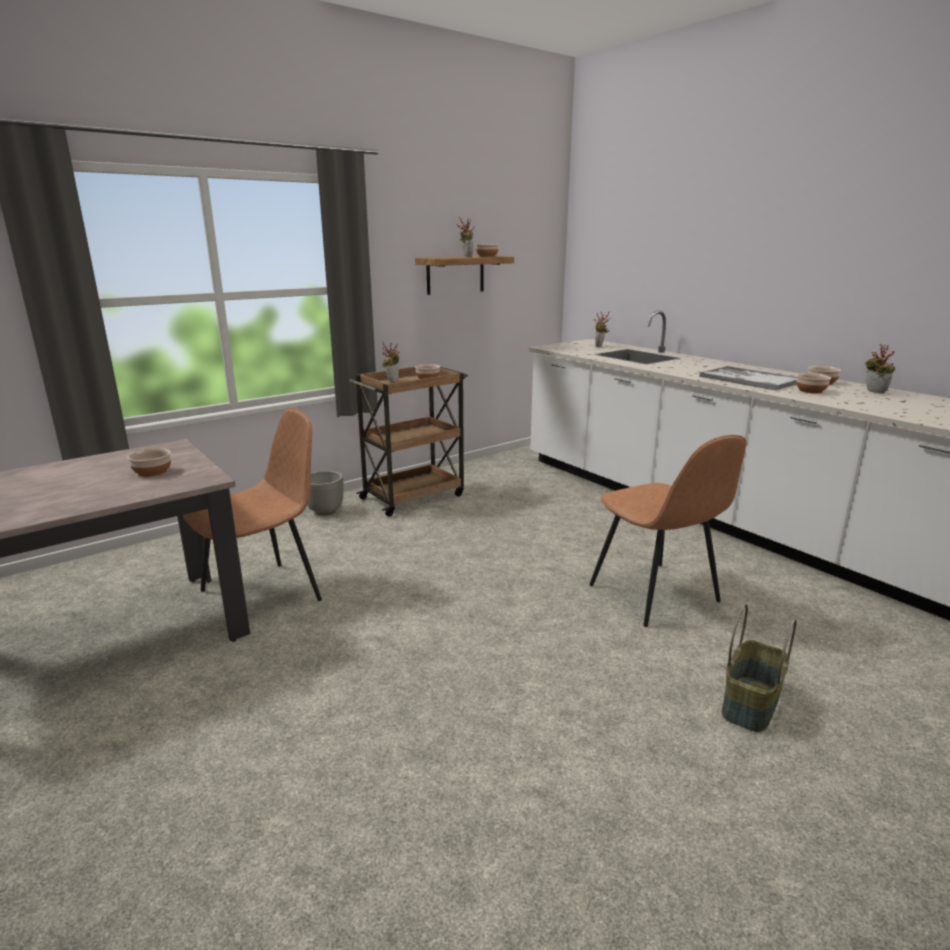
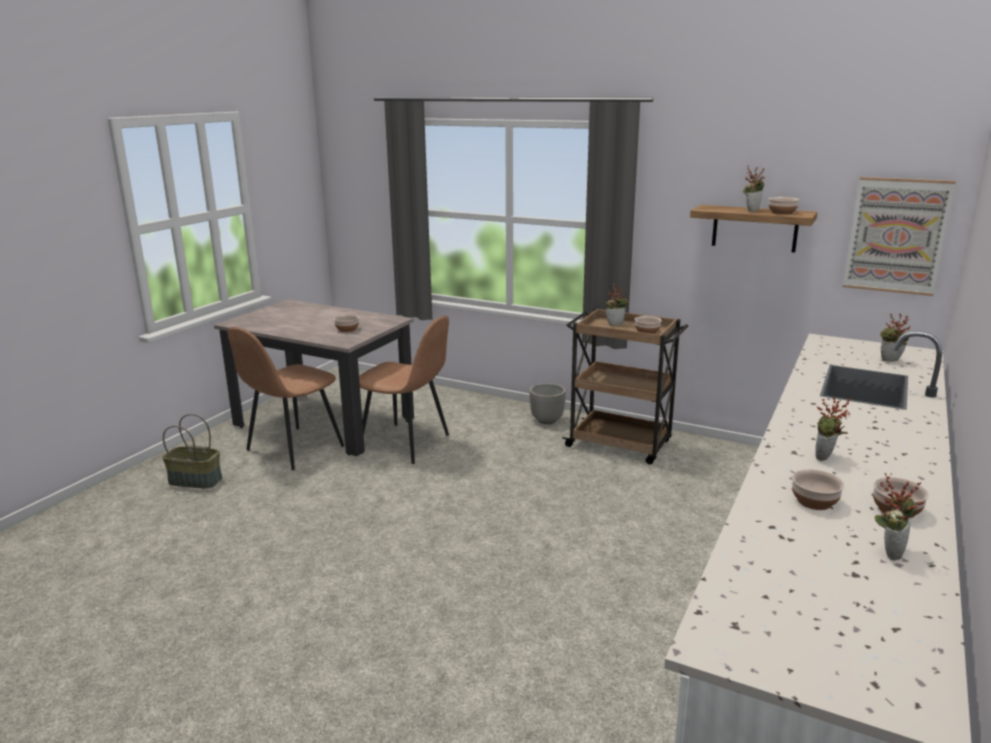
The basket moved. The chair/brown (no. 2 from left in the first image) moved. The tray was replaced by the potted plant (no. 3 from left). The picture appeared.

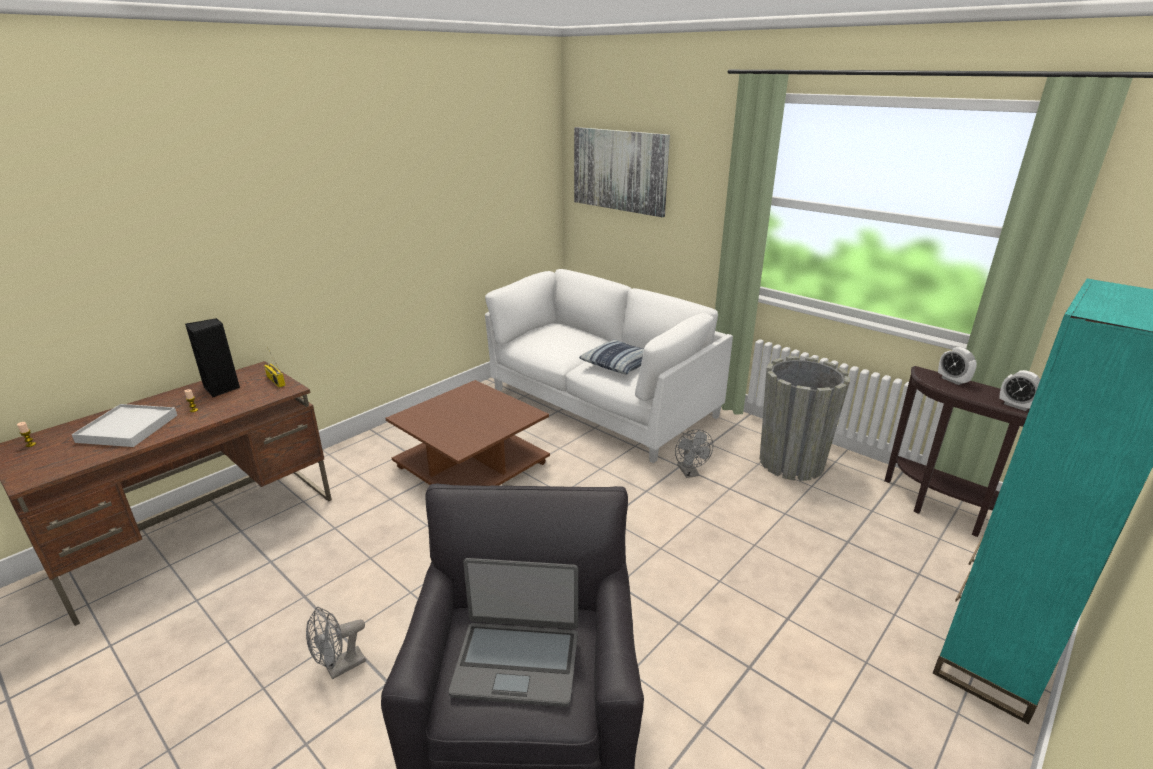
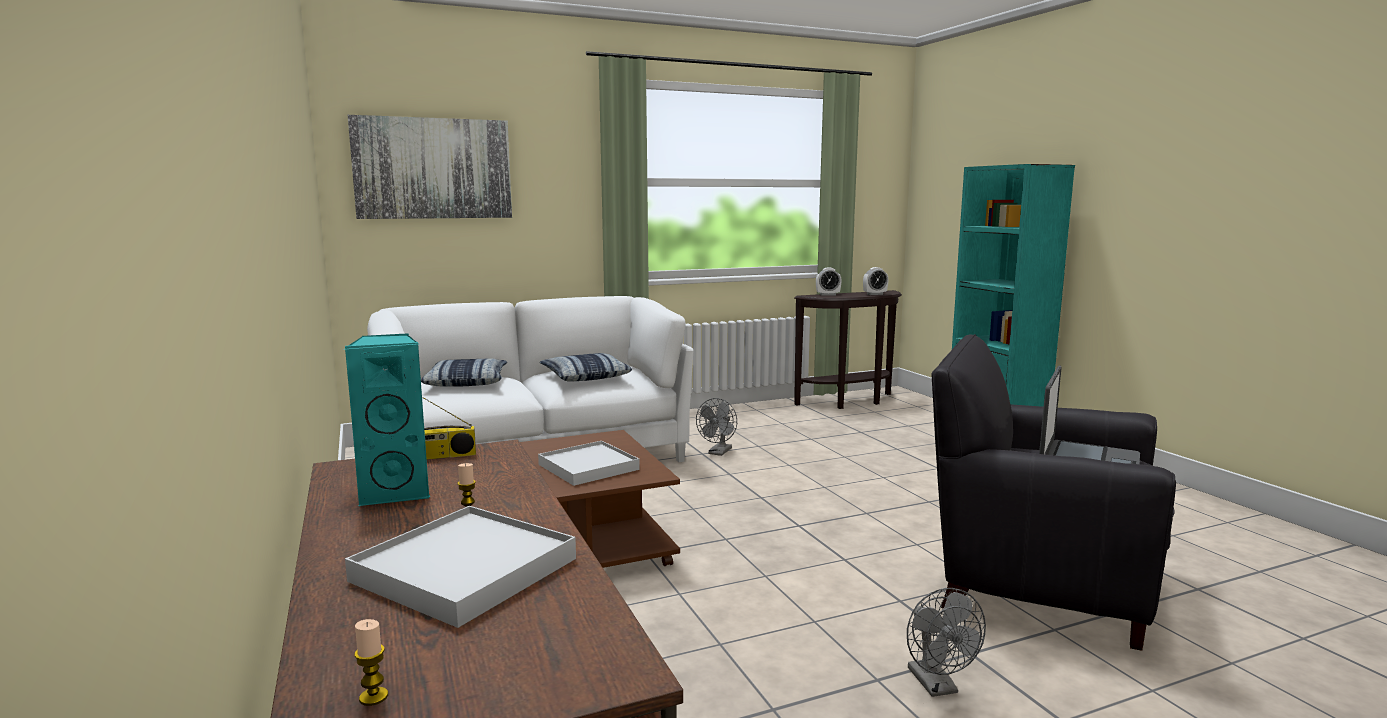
The speaker/black became the speaker/turquoise. The pillow (no. 1 from left) appeared. The tray/white (no. 2 from left) appeared. The fan/grey (no. 2 from left in the first image) turned 105 degrees clockwise. The planter/grey disappeared.

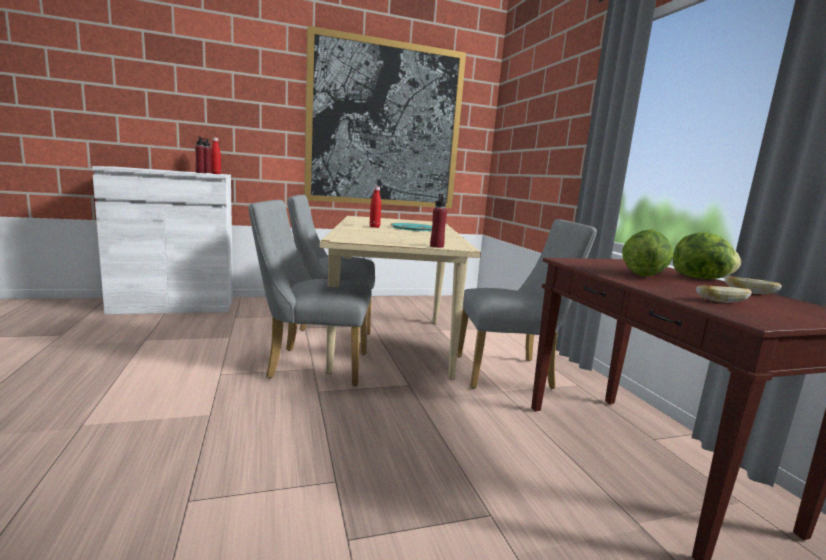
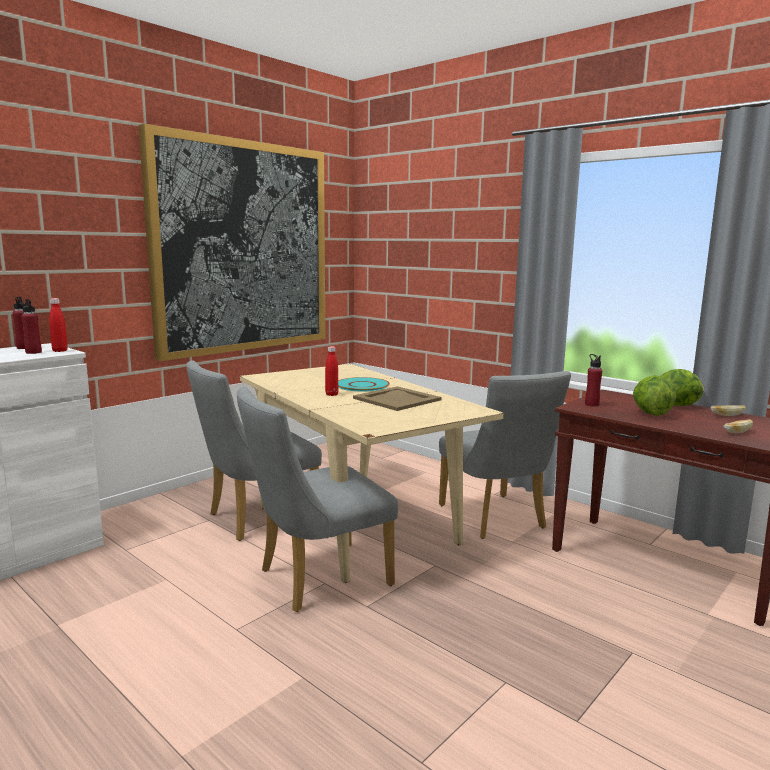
The tray/beige appeared. The chair/grey (no. 3 from left) turned 105 degrees clockwise. The bottle/red (no. 5 from left) moved.

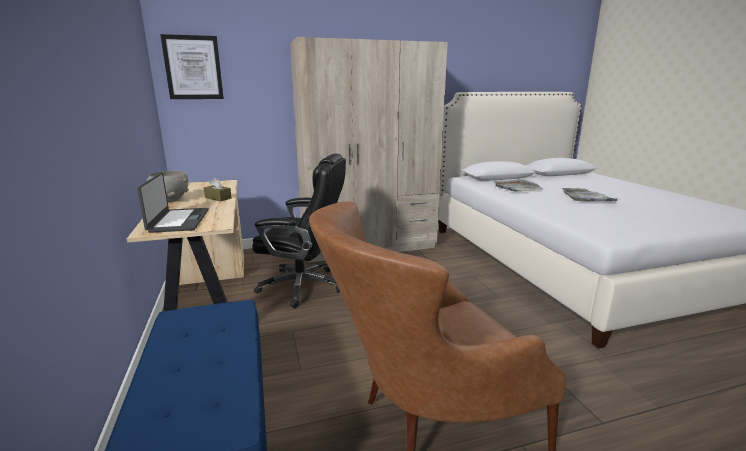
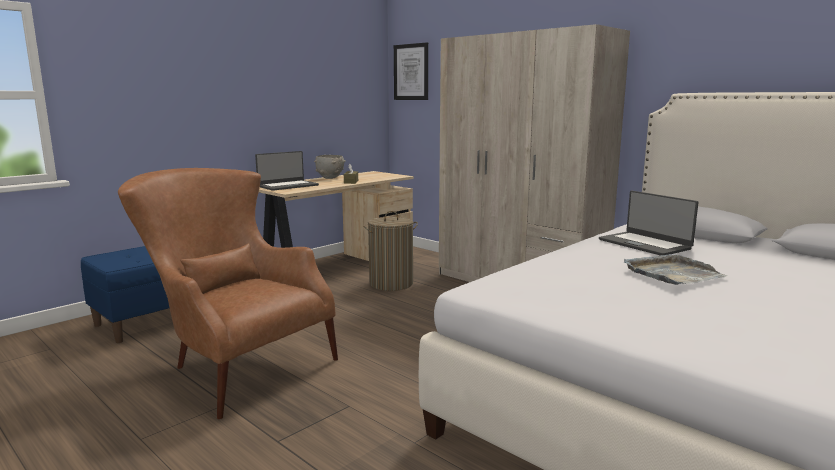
The office chair/black was replaced by the laundry basket. The tray/grey (no. 1 from left) was replaced by the laptop (no. 2 from left).

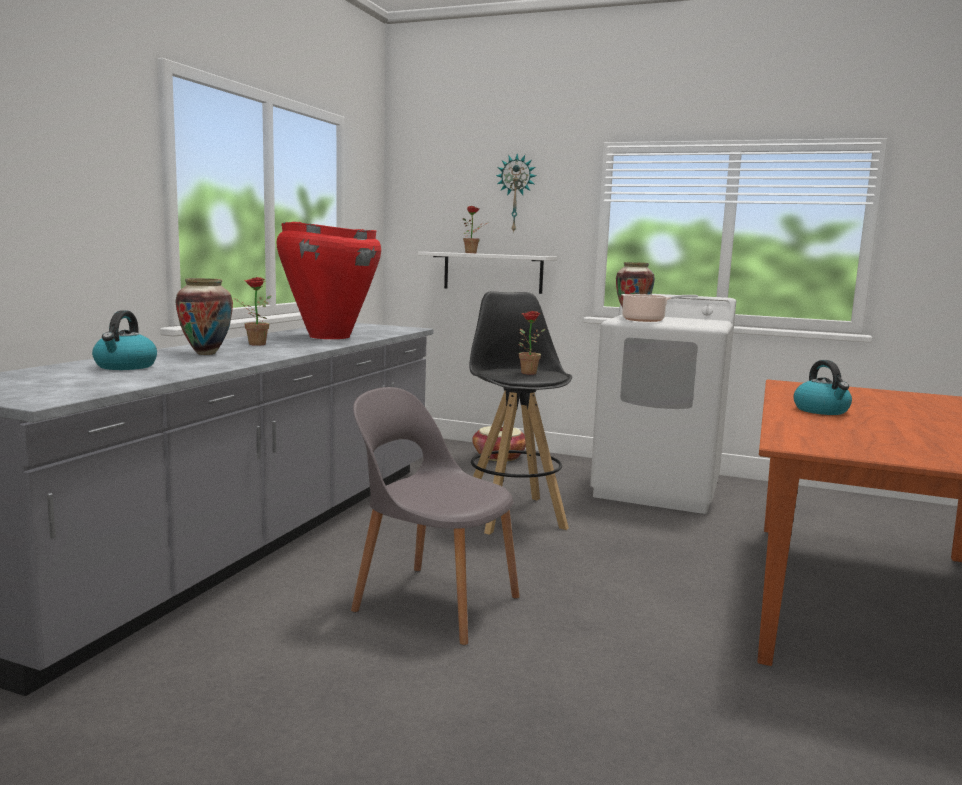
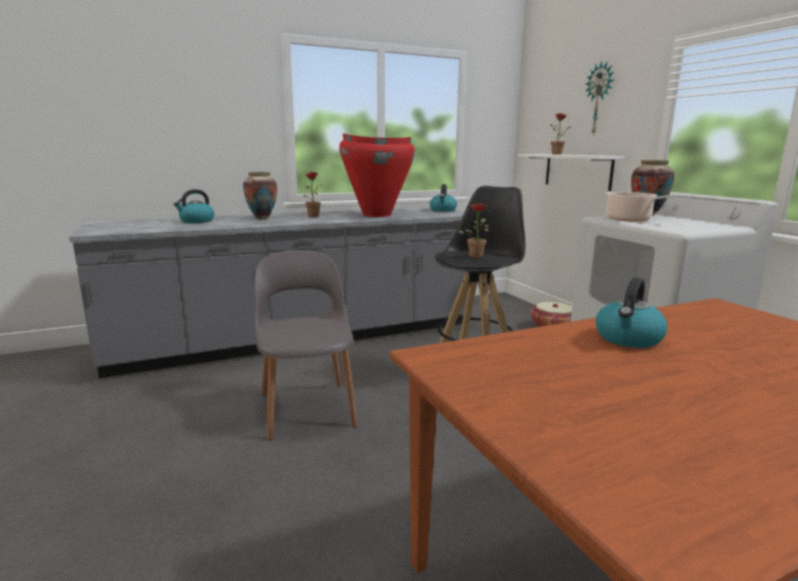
The kettle (no. 2 from left) appeared.

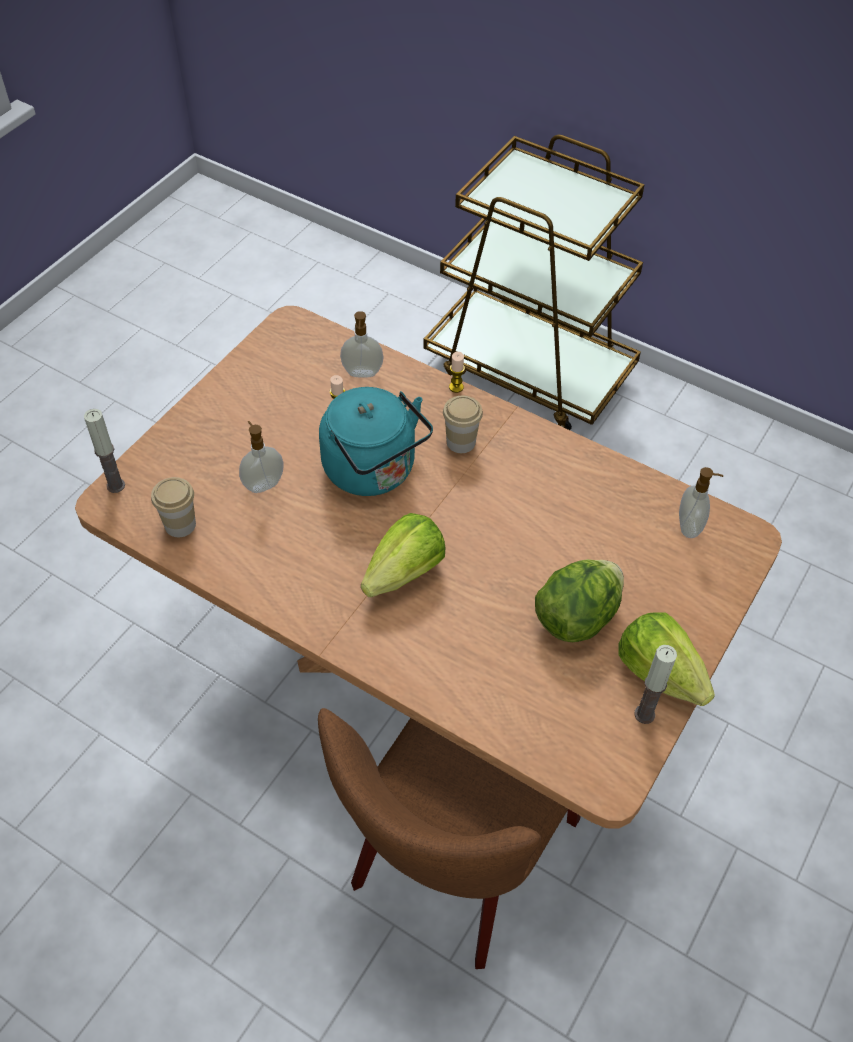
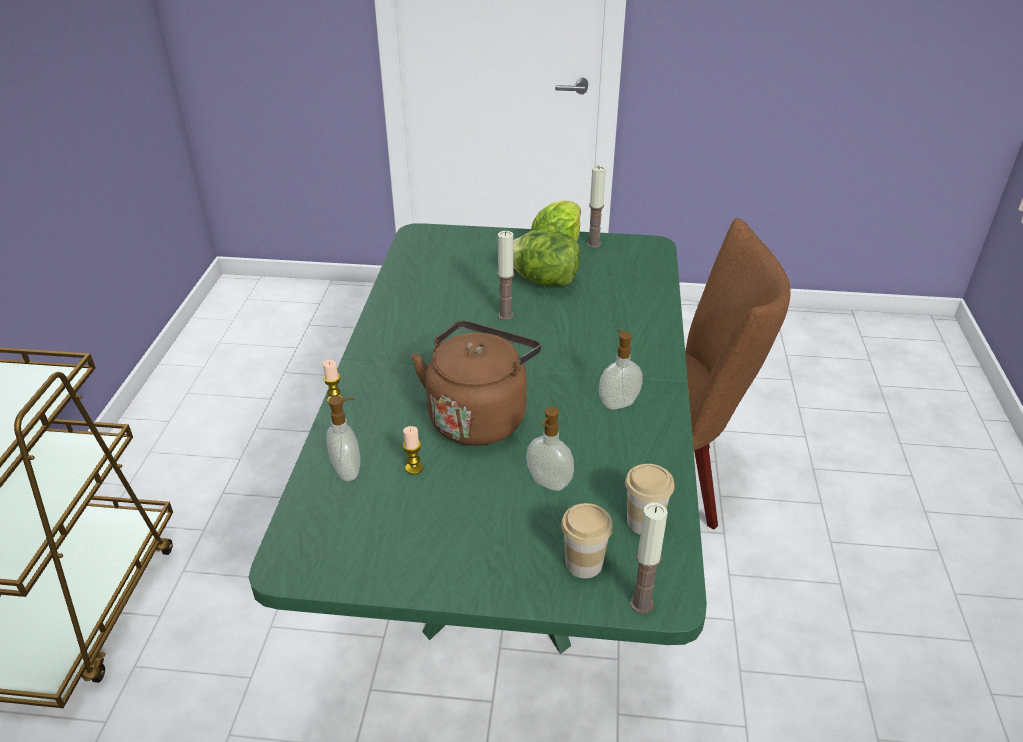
The dining table/brown became the dining table/green. The kettle/turquoise became the kettle/brown. The candle (no. 3 from left) appeared. The cup (no. 2 from left in the first image) moved. The soap dispenser (no. 3 from left) moved. The lettuce (no. 1 from left) disappeared.

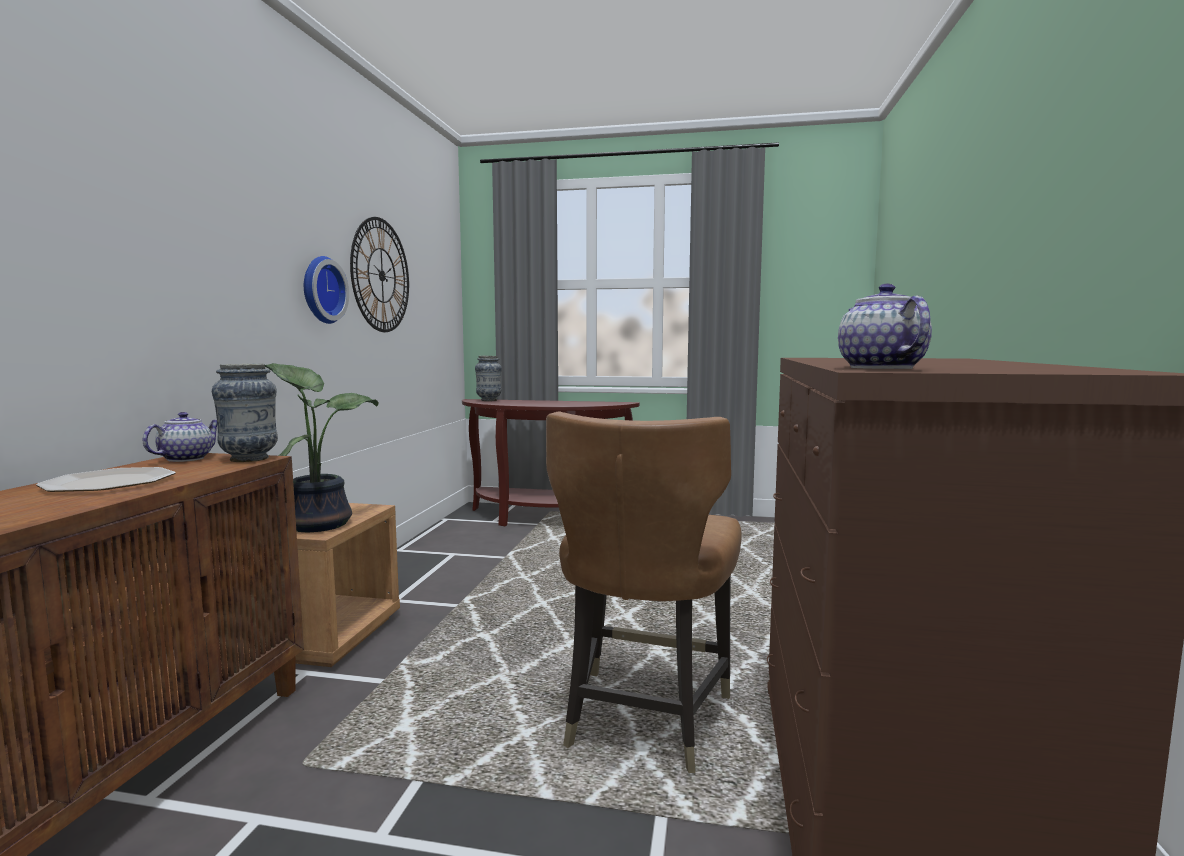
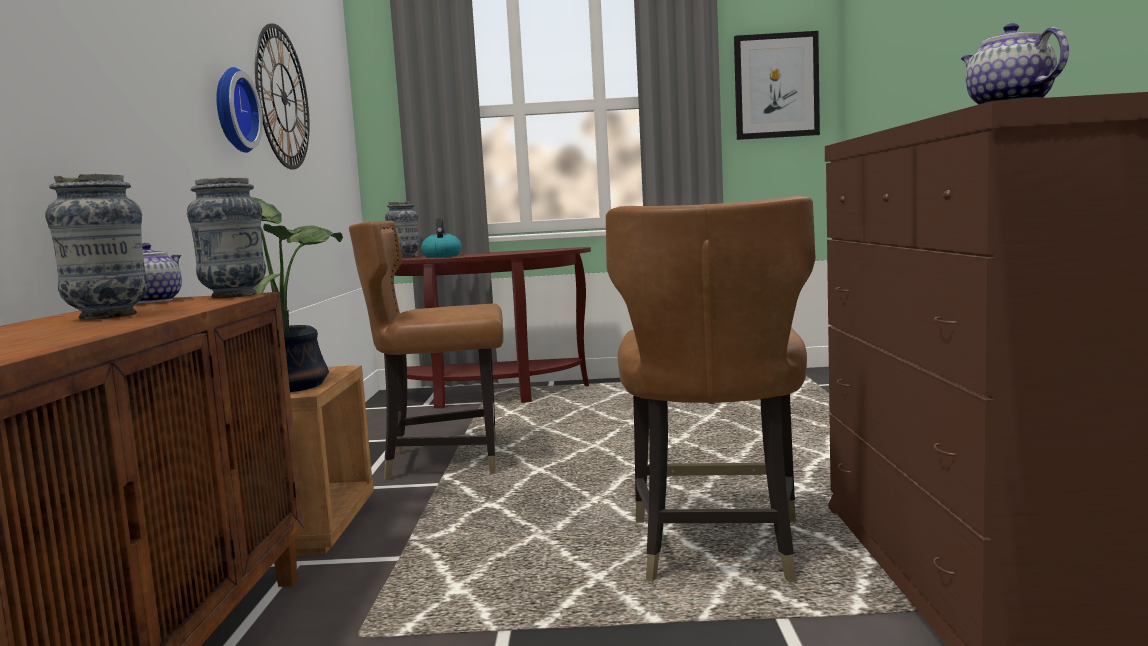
The plate was replaced by the vase (no. 1 from left). The chair/brown (no. 1 from left) appeared. The kettle appeared. The picture appeared.

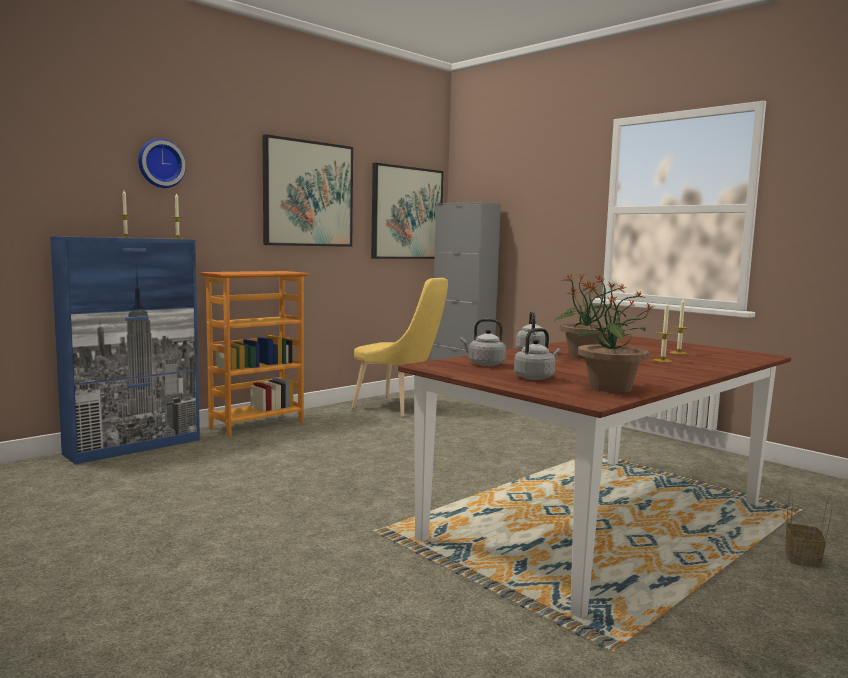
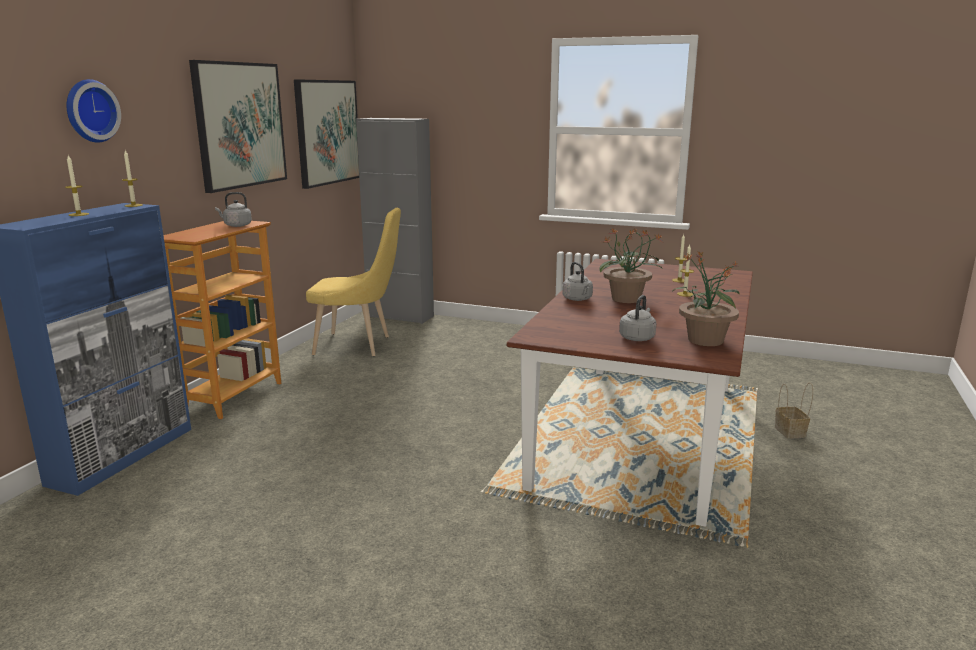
The kettle/grey (no. 1 from left) moved.

